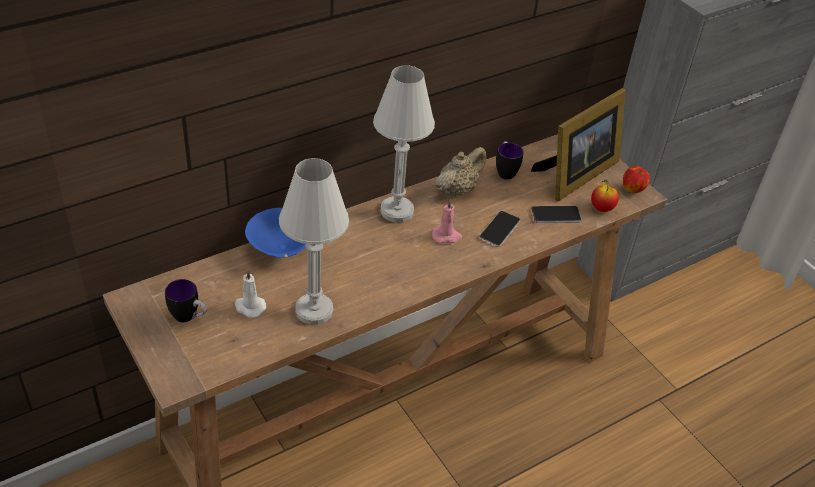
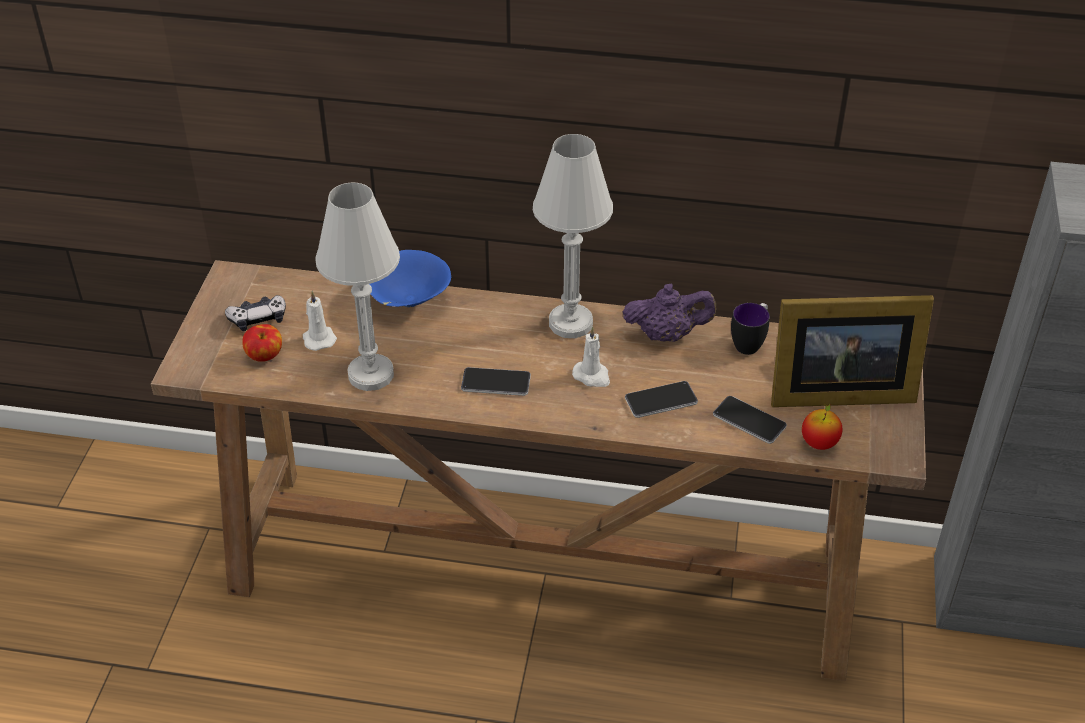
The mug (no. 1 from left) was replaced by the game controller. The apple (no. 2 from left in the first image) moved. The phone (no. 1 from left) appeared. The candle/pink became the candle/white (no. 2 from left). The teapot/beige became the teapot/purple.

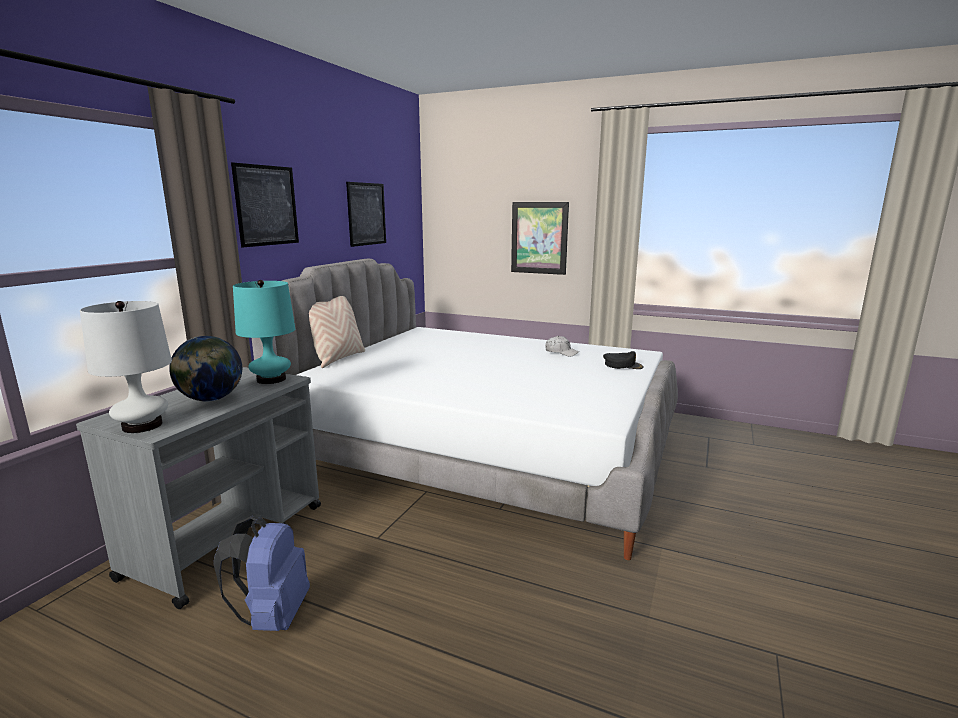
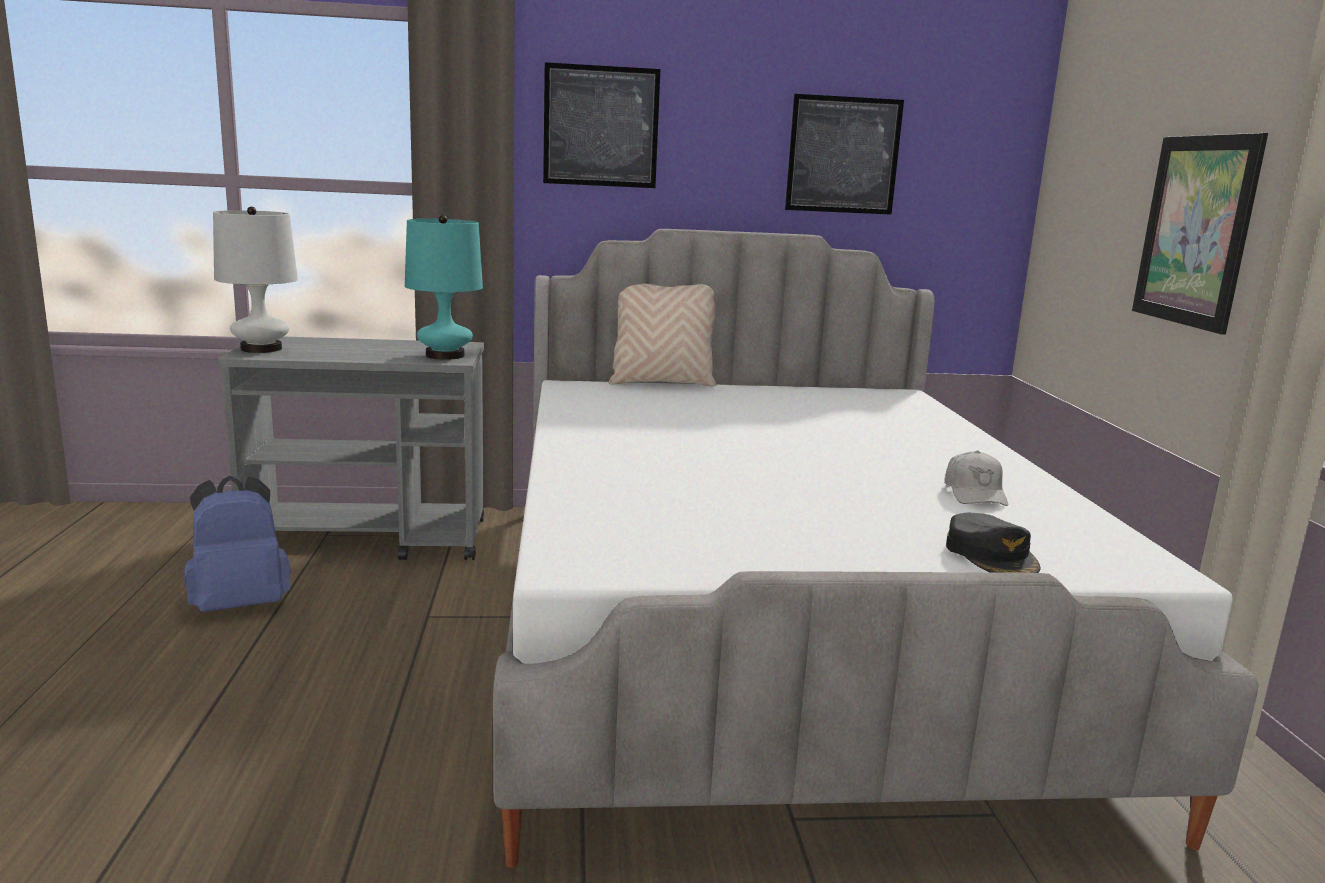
The globe disappeared.

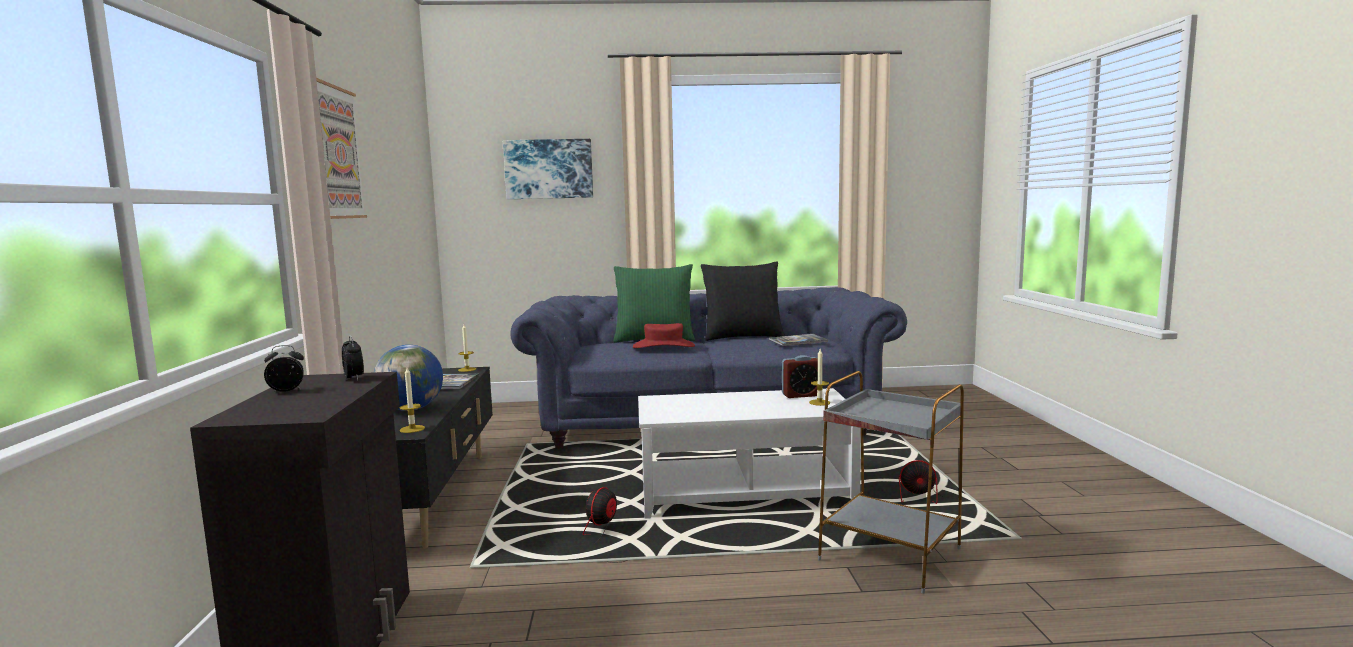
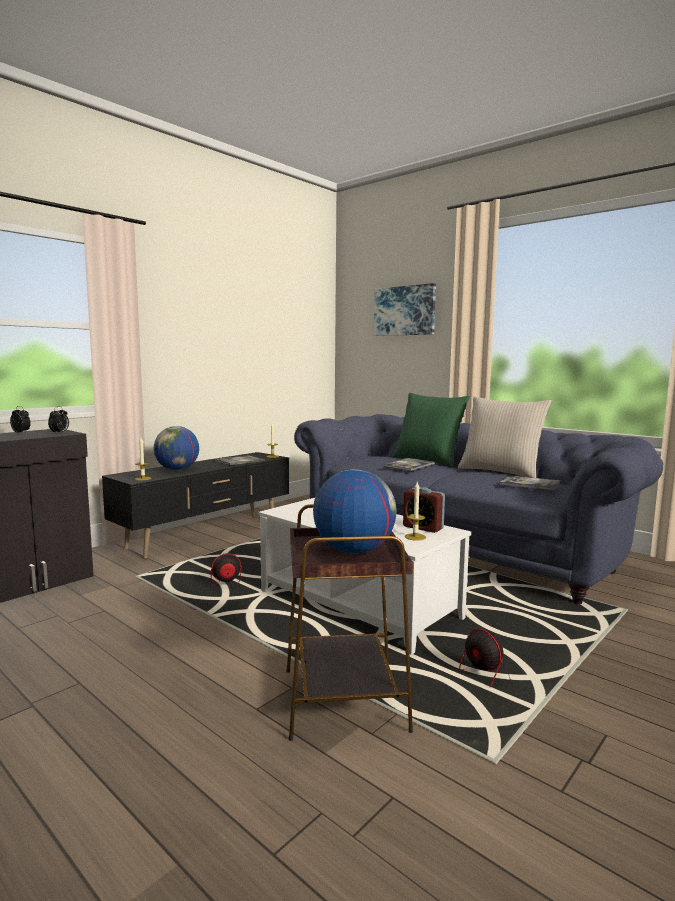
The side table/grey became the side table/brown. The globe (no. 2 from left) appeared. The hat/red was replaced by the book (no. 2 from left). The pillow/black became the pillow/beige. The picture (no. 1 from left) disappeared.

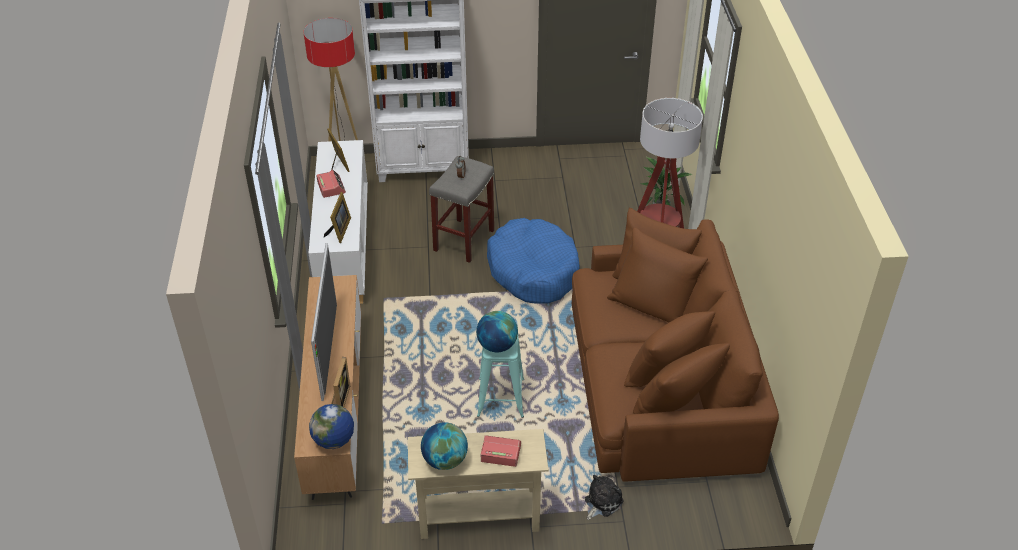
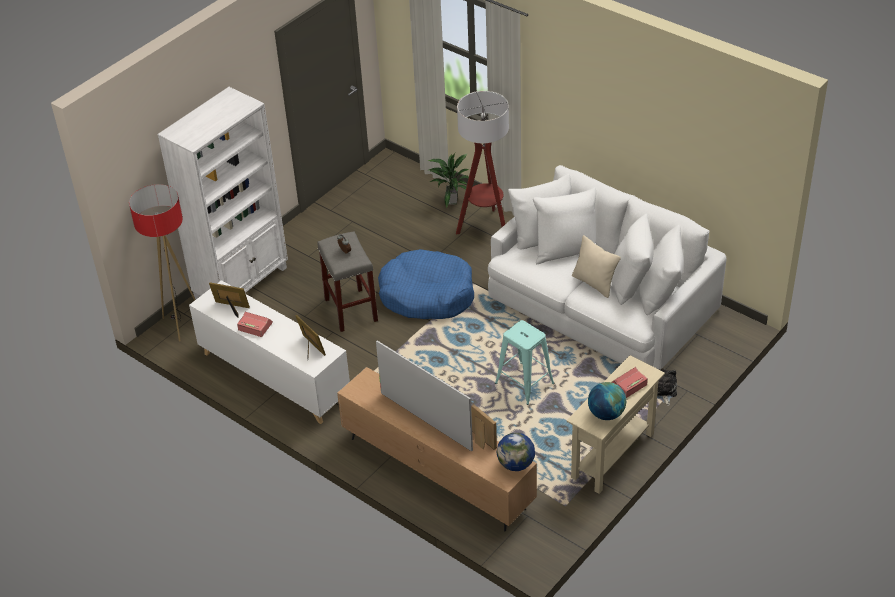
The sofa/brown became the sofa/white. The pillow/beige appeared. The globe (no. 3 from left) disappeared.

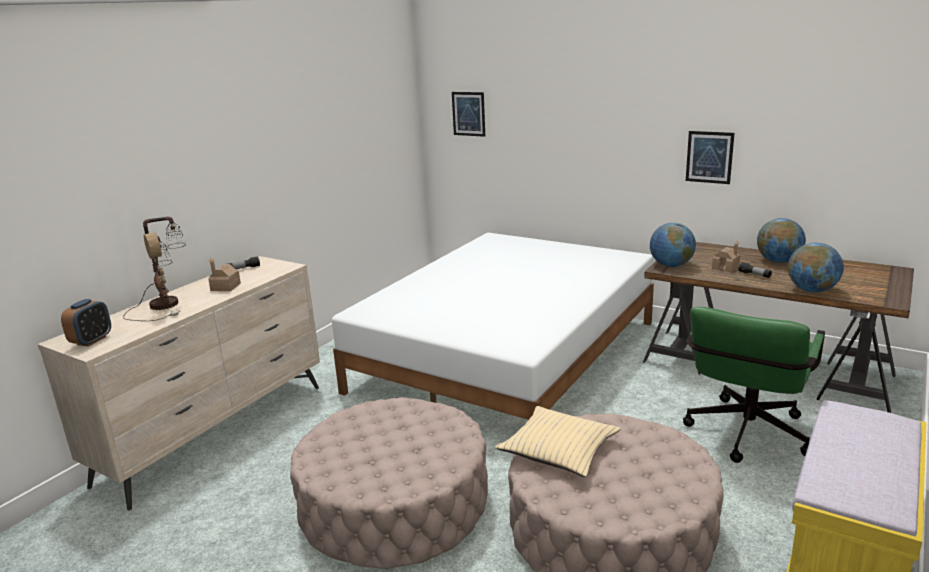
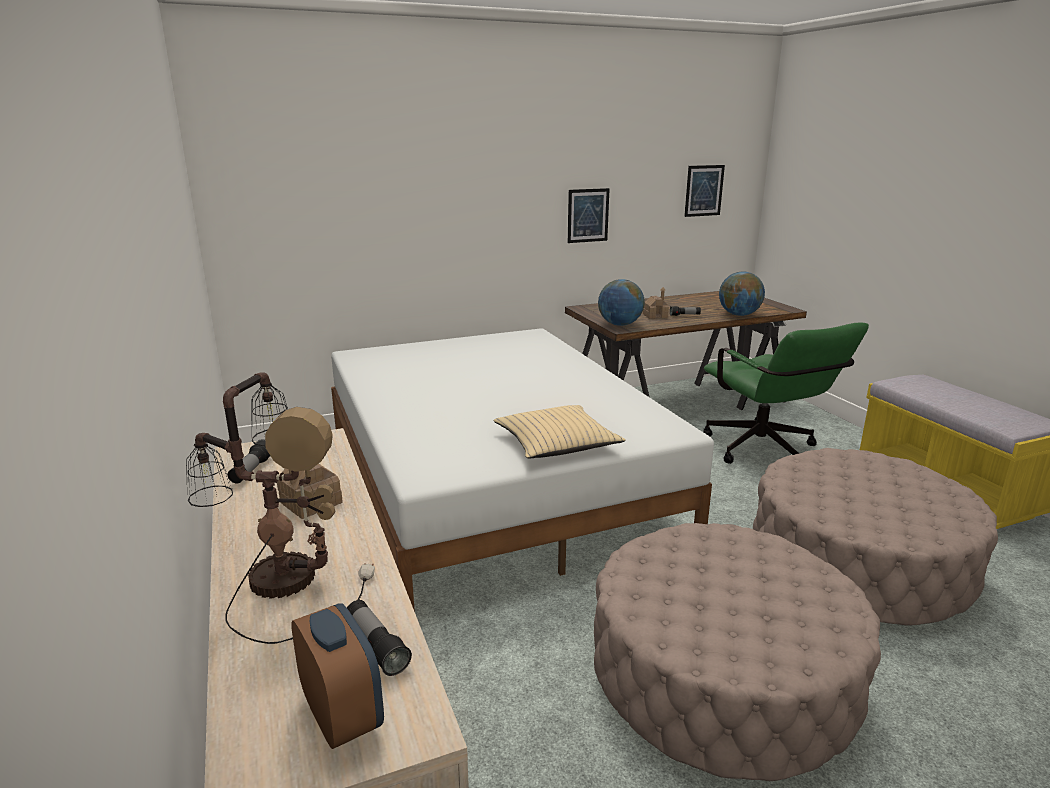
The flashlight (no. 2 from left) appeared. The pillow/beige moved. The picture (no. 1 from left in the first image) moved. The globe (no. 2 from left) disappeared.

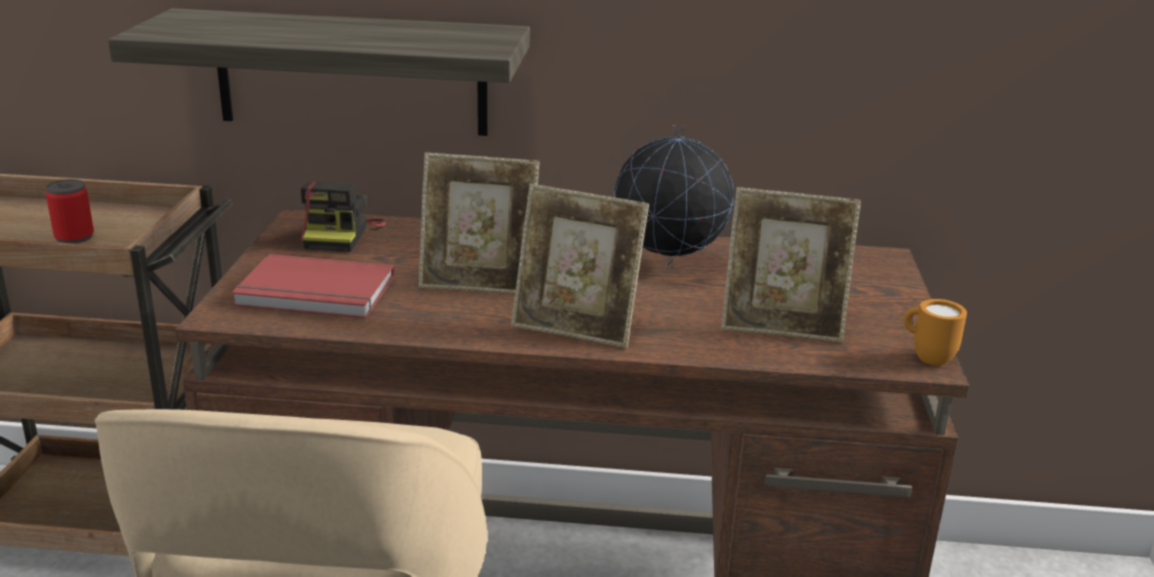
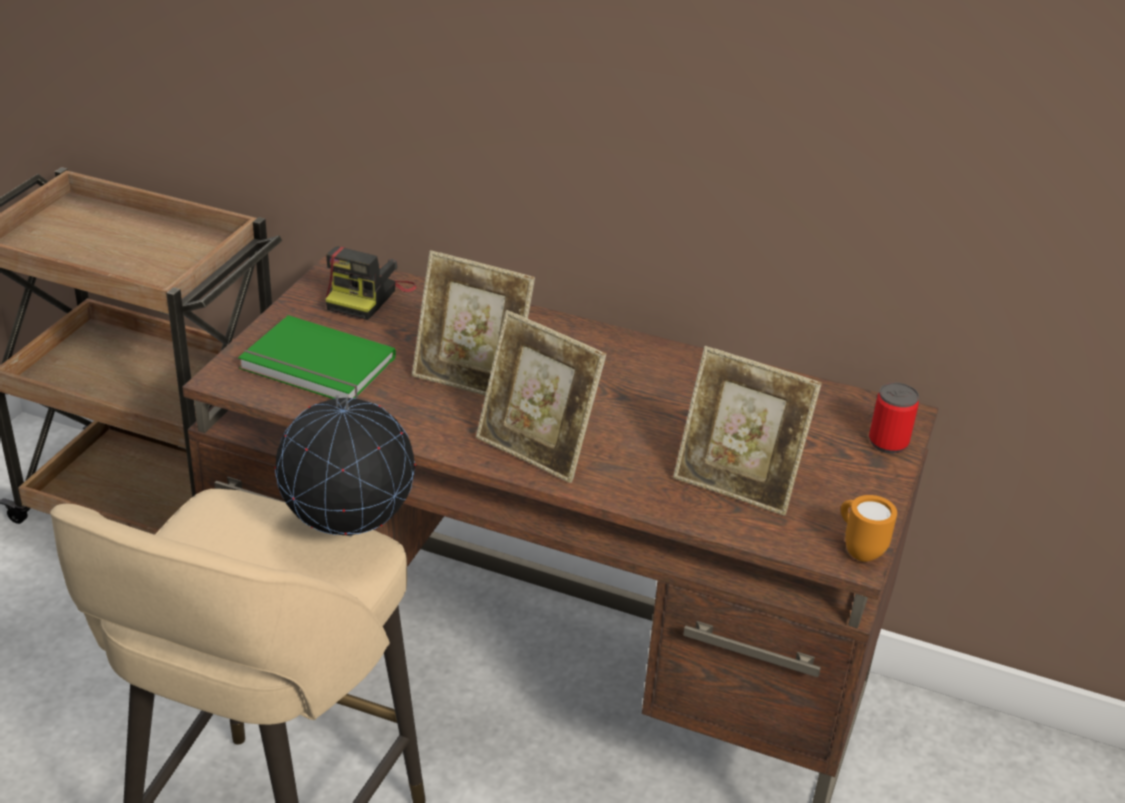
The book/red became the book/green. The globe moved. The can moved. The shelf disappeared.

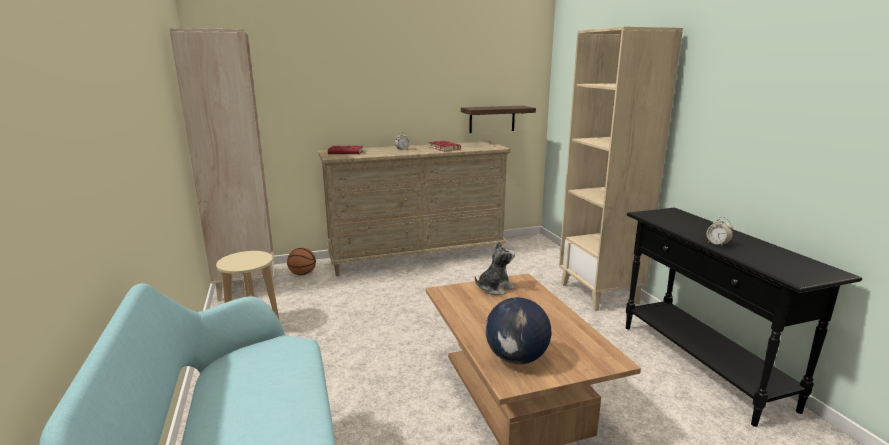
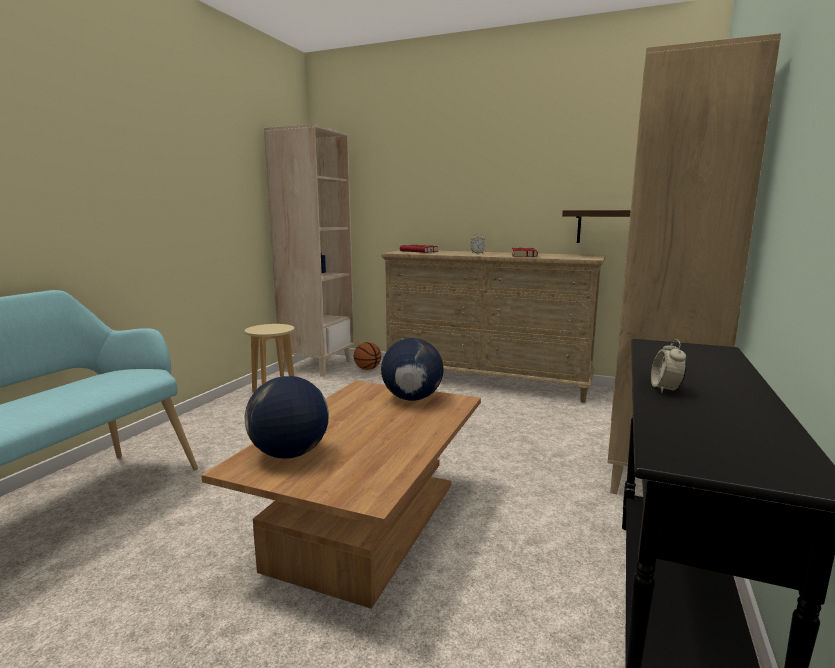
The plush toy was replaced by the globe (no. 2 from left).

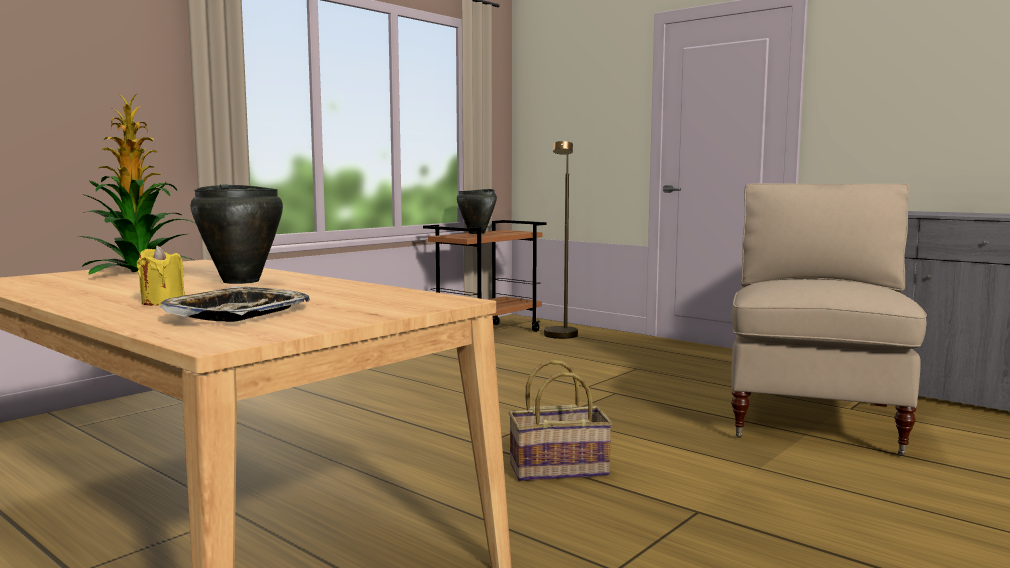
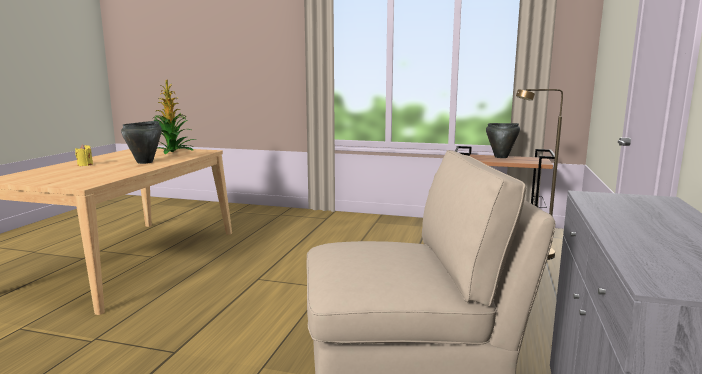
The tray disappeared. The basket disappeared.

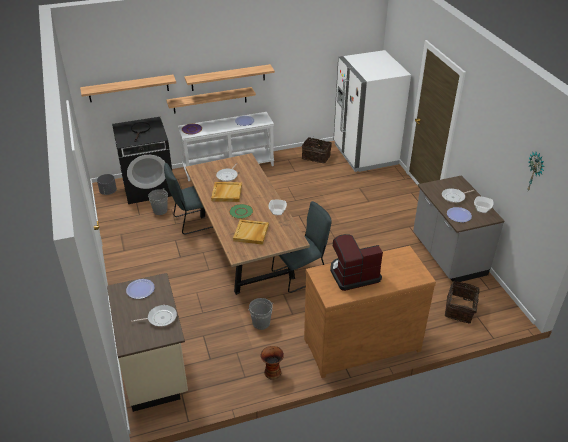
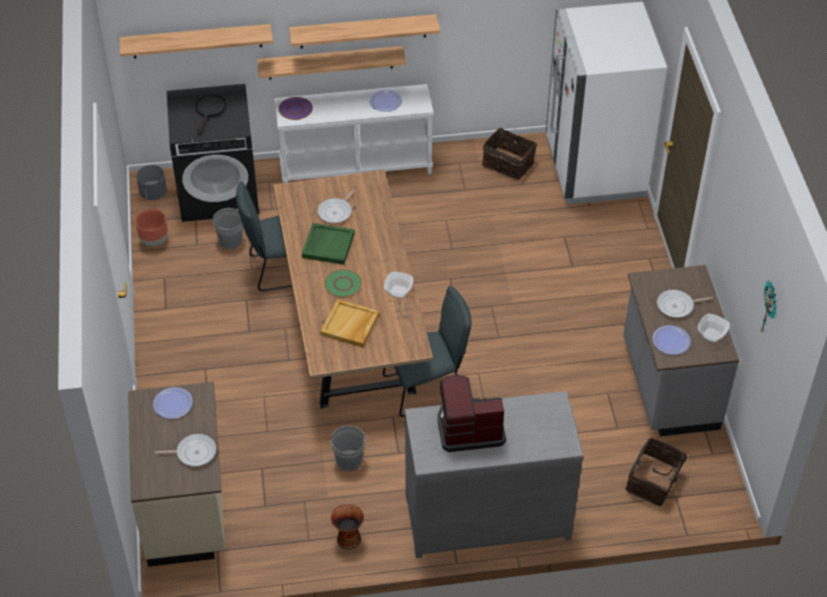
The planter/brown appeared. The tray/beige (no. 1 from left) became the tray/green. The dresser/brown became the dresser/grey.

